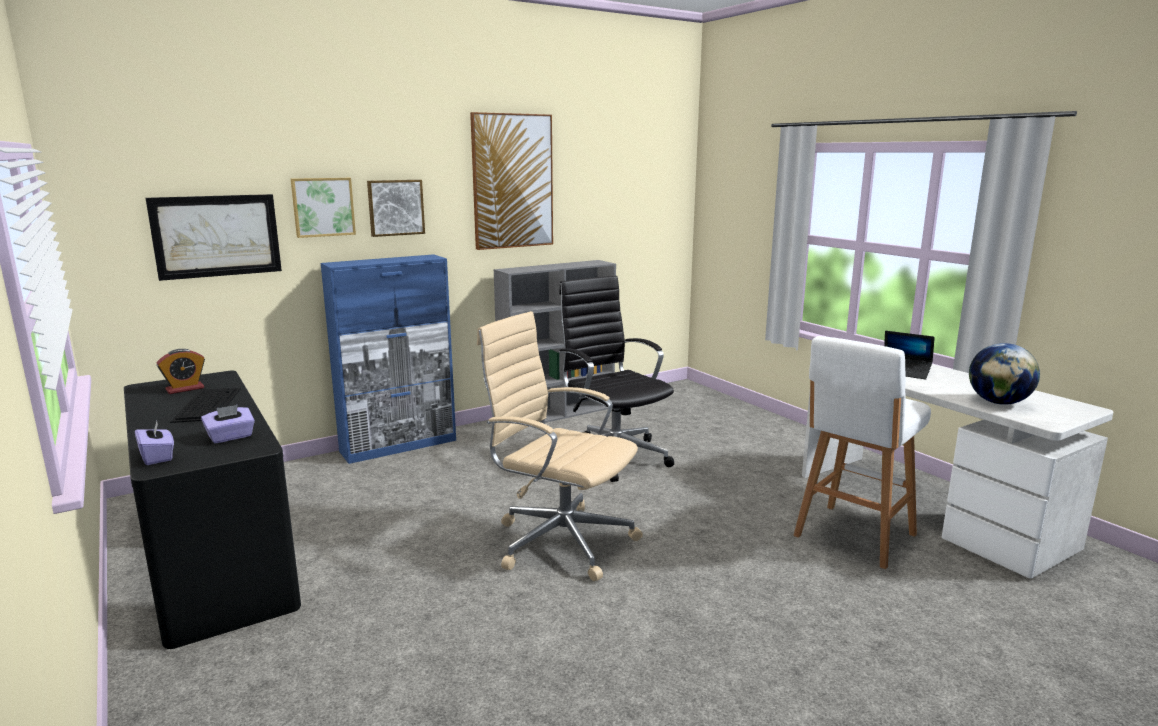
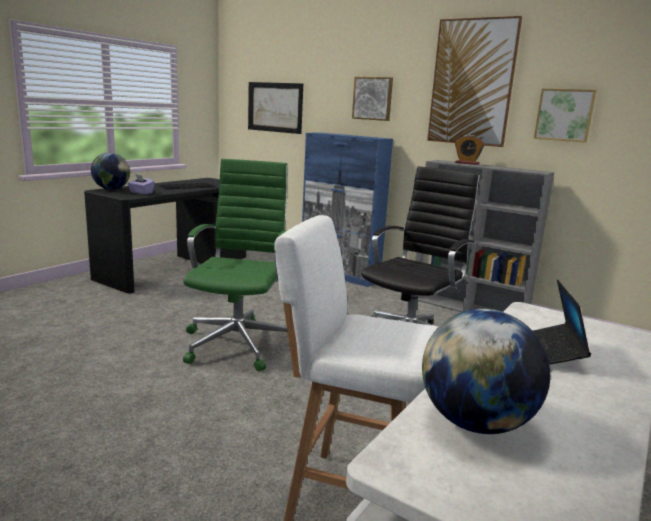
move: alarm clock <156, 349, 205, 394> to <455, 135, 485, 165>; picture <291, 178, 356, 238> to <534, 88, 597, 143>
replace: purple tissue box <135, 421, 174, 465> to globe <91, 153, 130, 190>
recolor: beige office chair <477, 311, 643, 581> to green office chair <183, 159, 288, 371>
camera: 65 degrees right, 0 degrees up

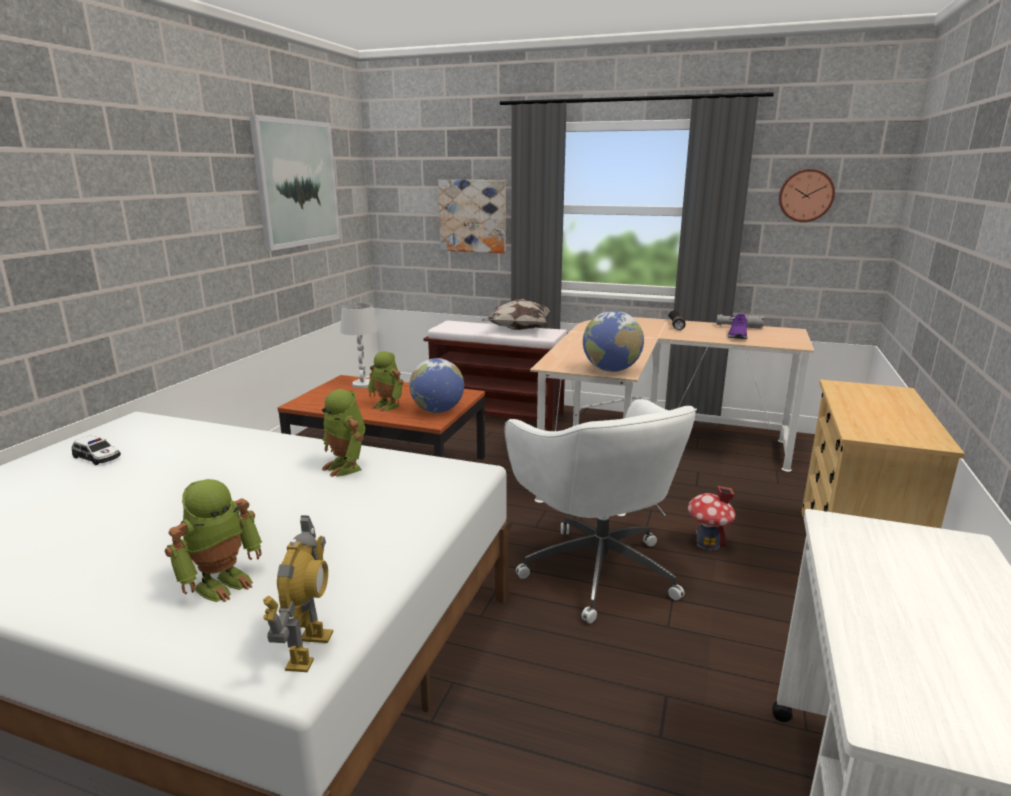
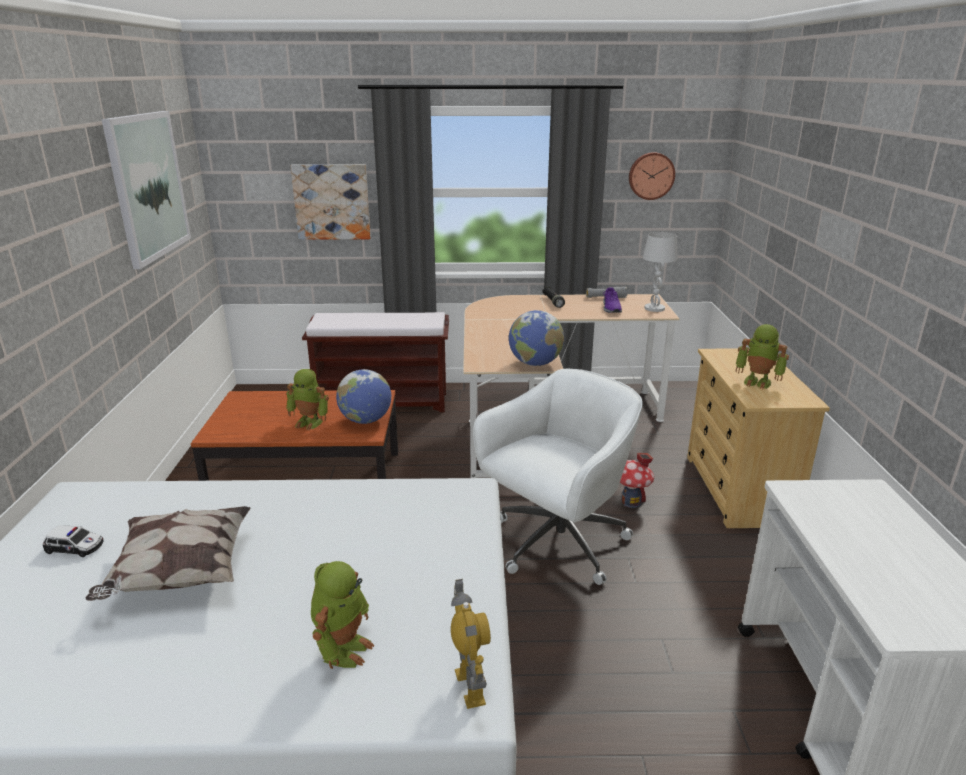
move: toy robot <322, 389, 365, 477> to <736, 324, 789, 389>; white table lamp <340, 303, 378, 388> to <643, 232, 678, 312>; pillow <482, 299, 552, 330> to <85, 506, 250, 601>
rotate: white office chair <504, 399, 697, 624> = <473, 369, 643, 585> 90 degrees counterclockwise
camera: 20 degrees left, 5 degrees up

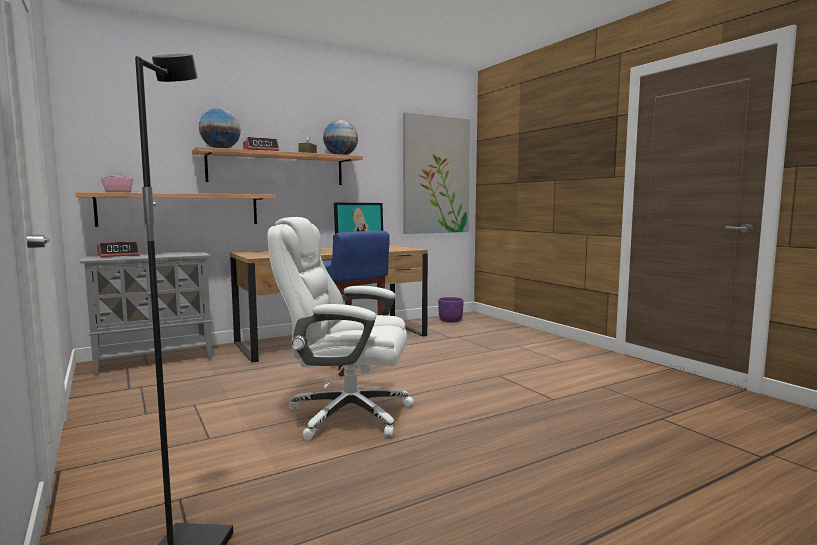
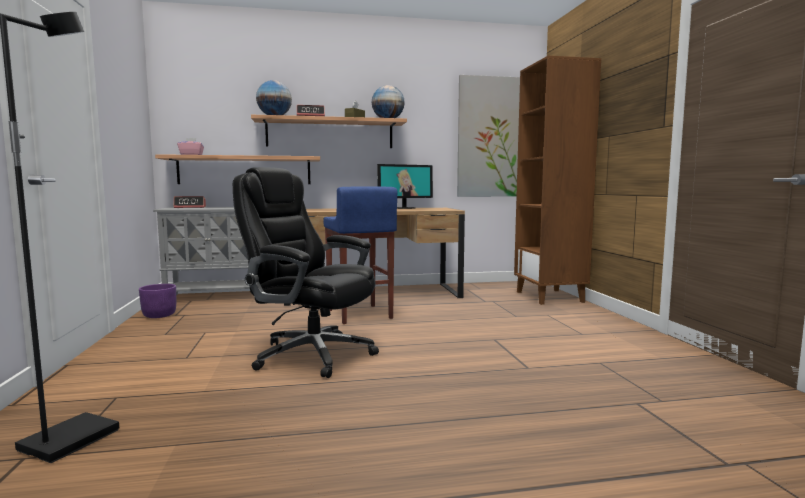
insert: brown bookcase <514, 56, 601, 305>
move: purple planter <438, 297, 464, 323> to <139, 284, 176, 318>
recolor: white office chair <268, 217, 414, 441> to black office chair <233, 167, 379, 378>
camera: 20 degrees right, 0 degrees up

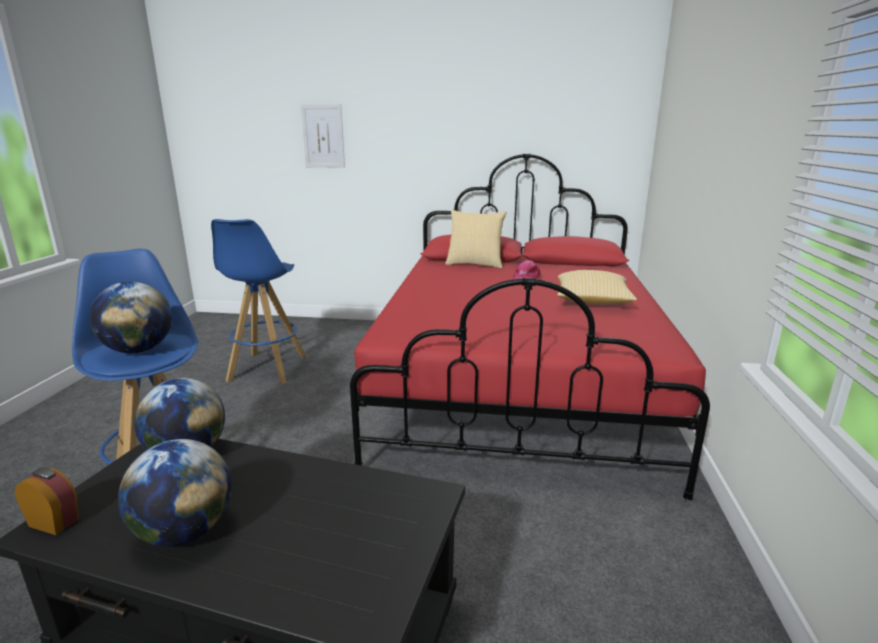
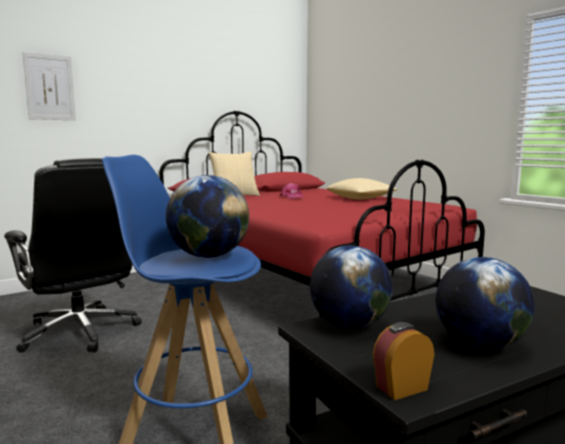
replace: blue stool <211, 219, 306, 384> to black office chair <4, 158, 142, 353>
camera: 45 degrees left, 10 degrees down

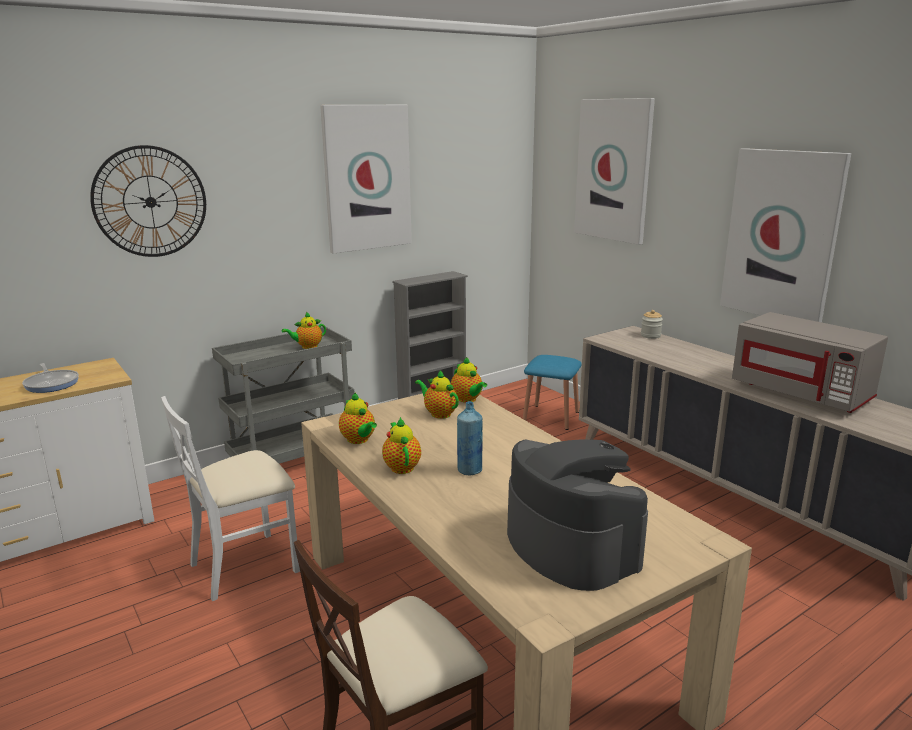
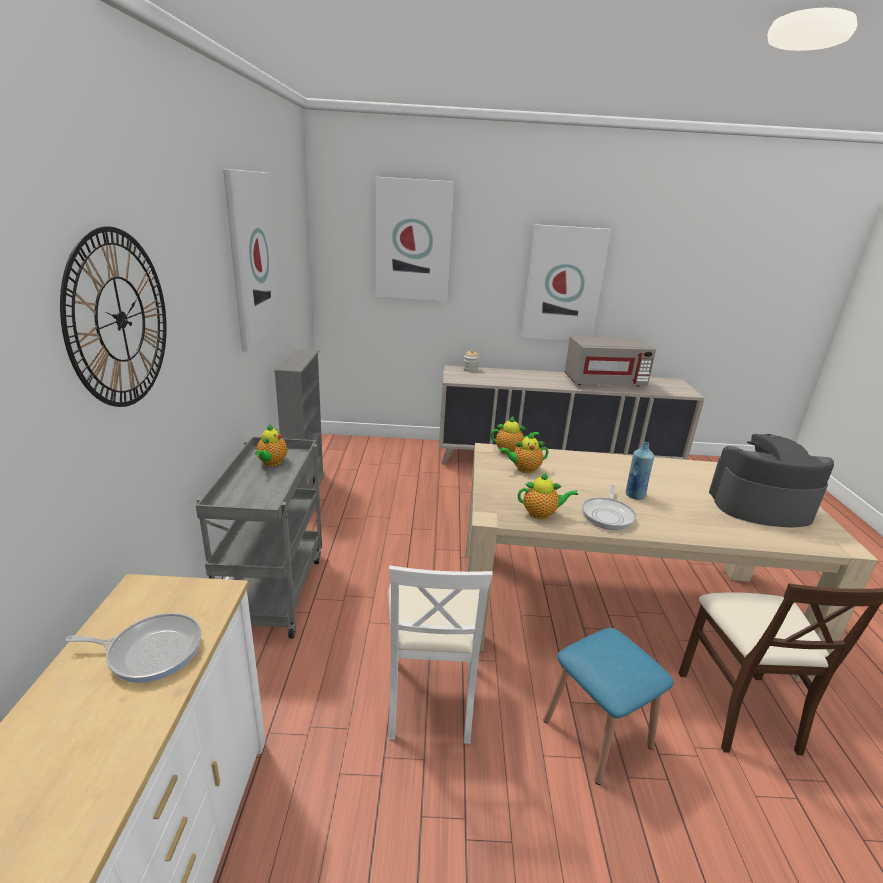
move: blue stool <523, 355, 582, 430> to <544, 628, 674, 785>
replace: teapot <382, 417, 421, 474> to frying pan <582, 485, 636, 530>
camera: 55 degrees left, 5 degrees up

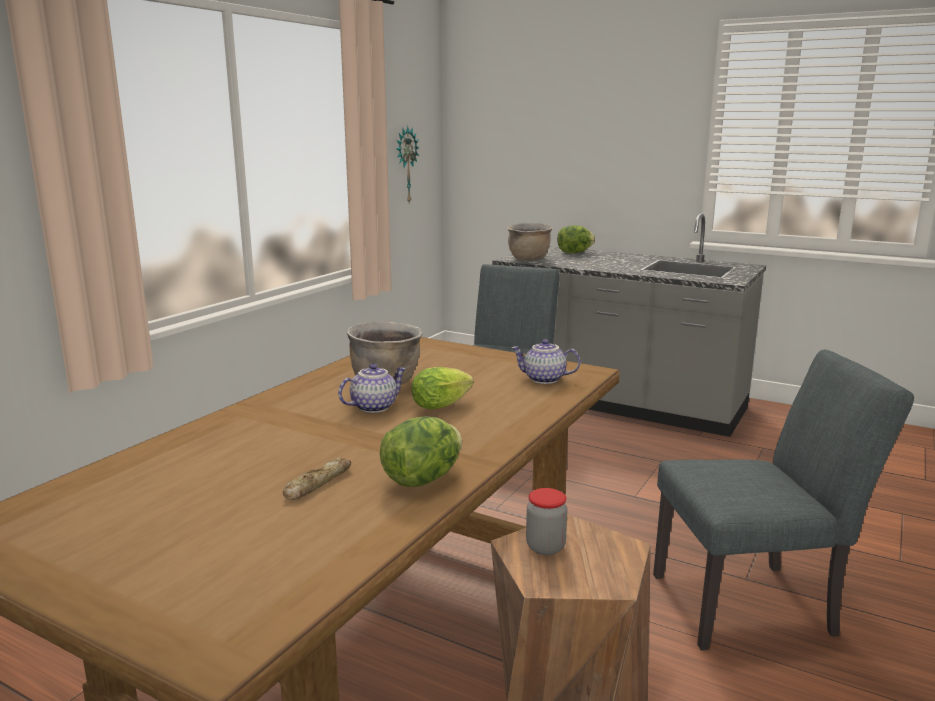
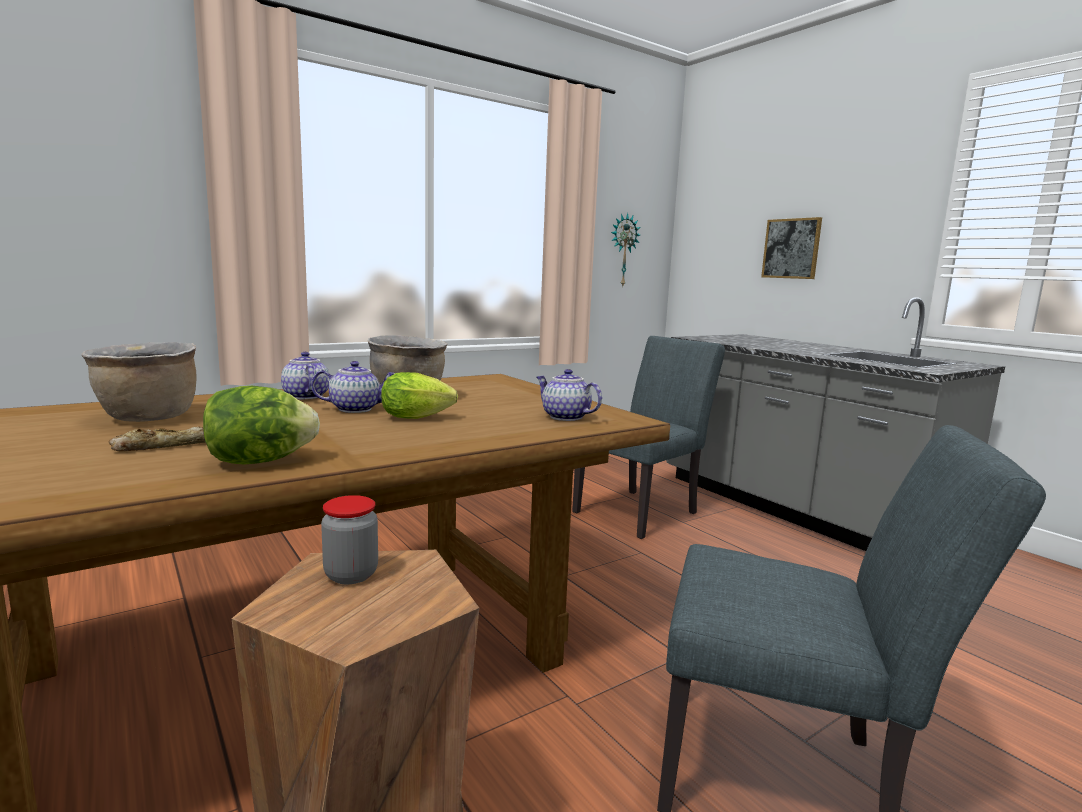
delete: lettuce <557, 225, 595, 253>
insert: teapot <281, 352, 329, 399>; picture <761, 217, 822, 279>
move: brown cooking pot <507, 223, 553, 261> to <81, 342, 197, 422>
camera: 25 degrees right, 5 degrees down

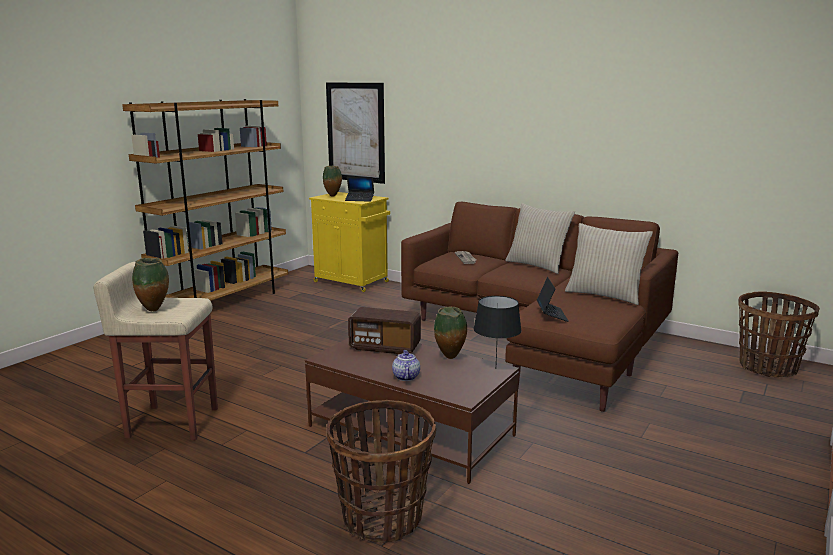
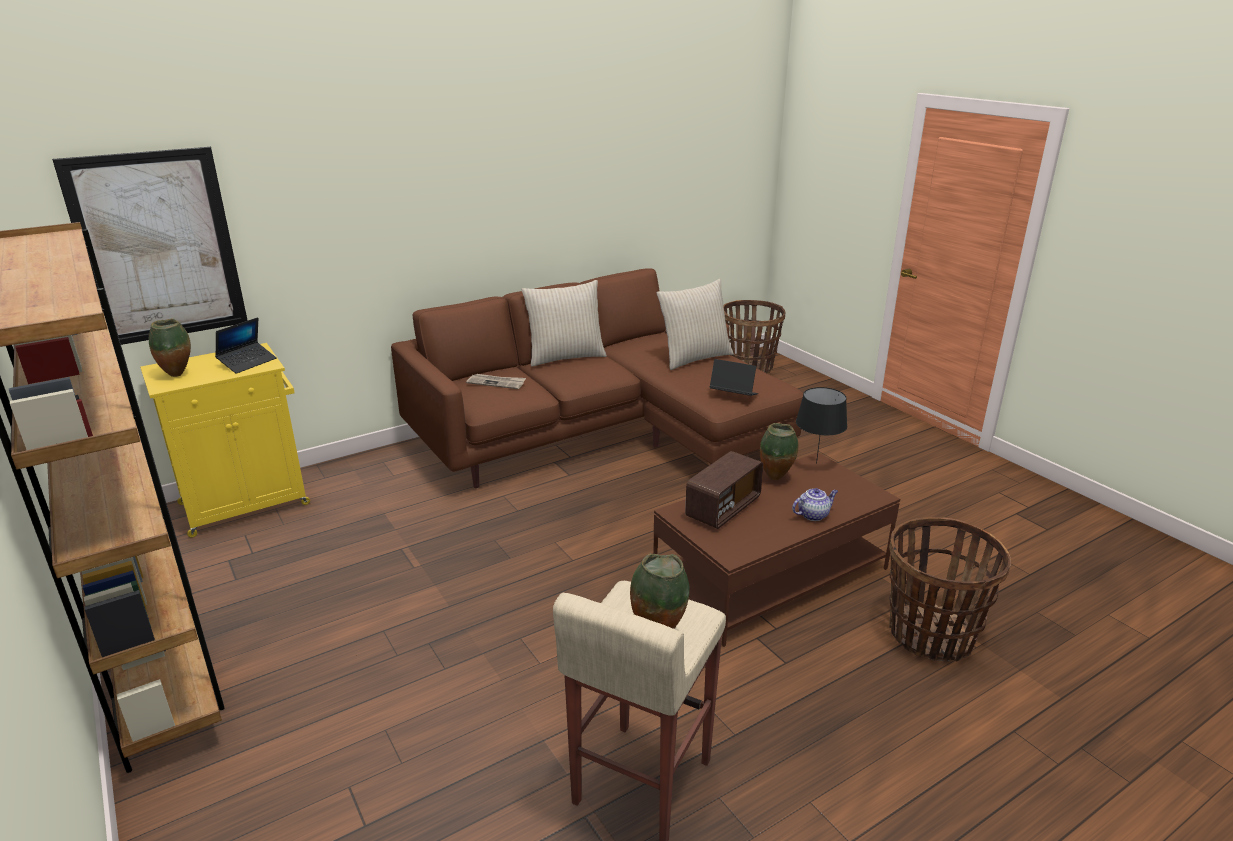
rotate: teapot <392, 350, 420, 381> = <792, 488, 838, 521> 135 degrees clockwise
camera: 65 degrees left, 10 degrees up

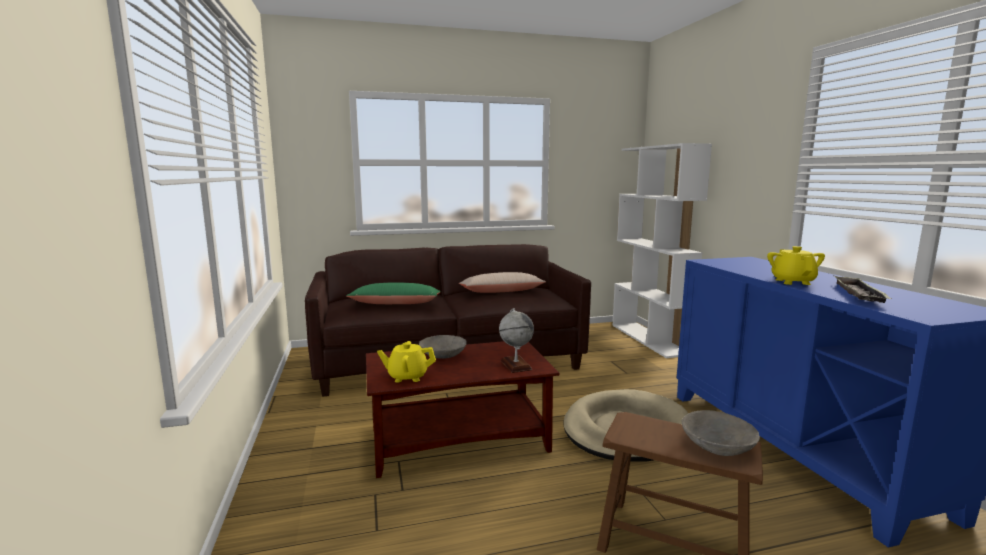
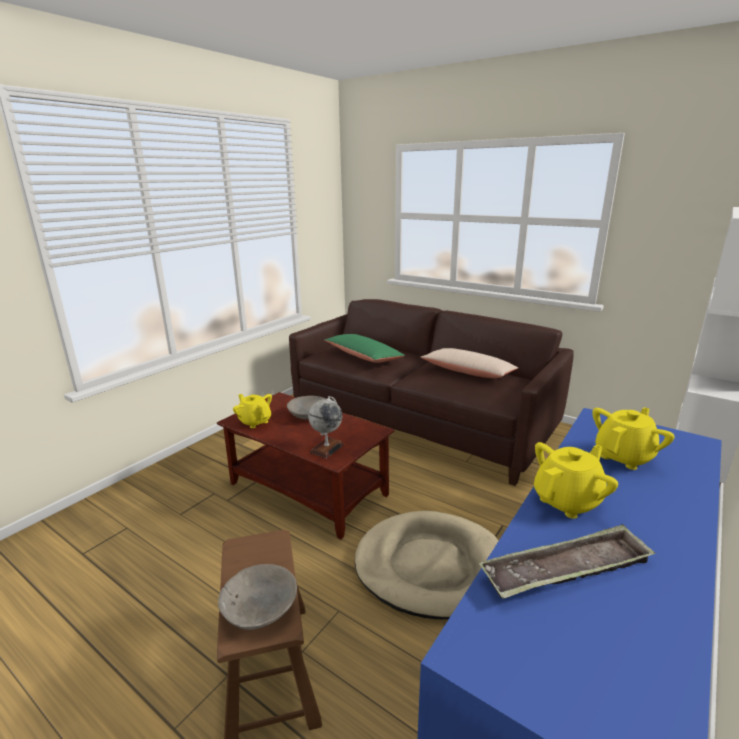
insert: yellow teapot <592, 407, 675, 470>
camera: 50 degrees right, 10 degrees up

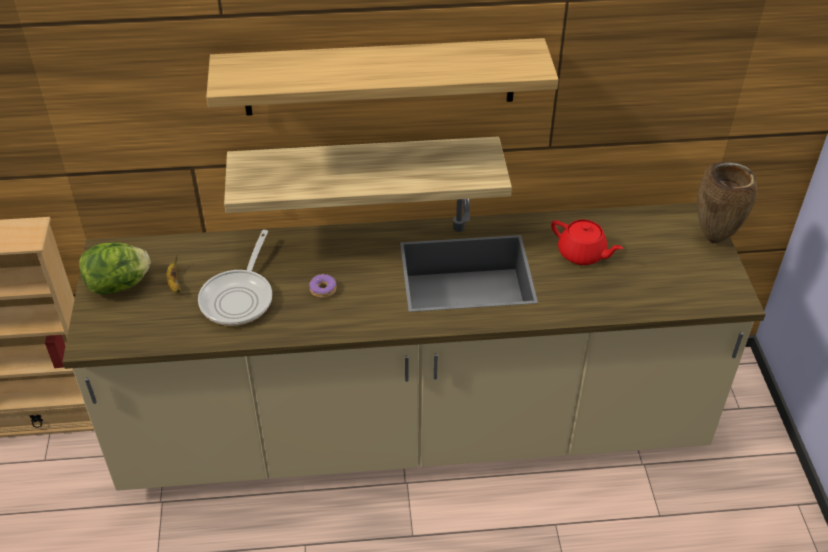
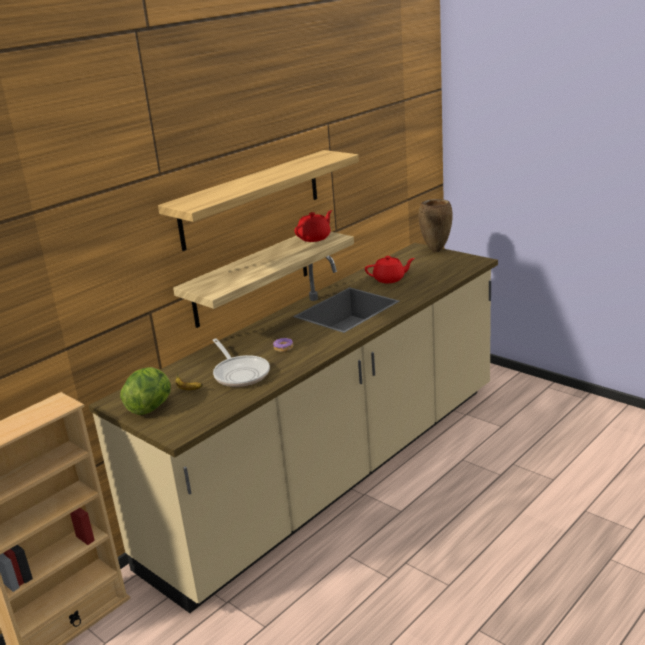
insert: red teapot <294, 210, 332, 242>
camera: 40 degrees left, 20 degrees down

